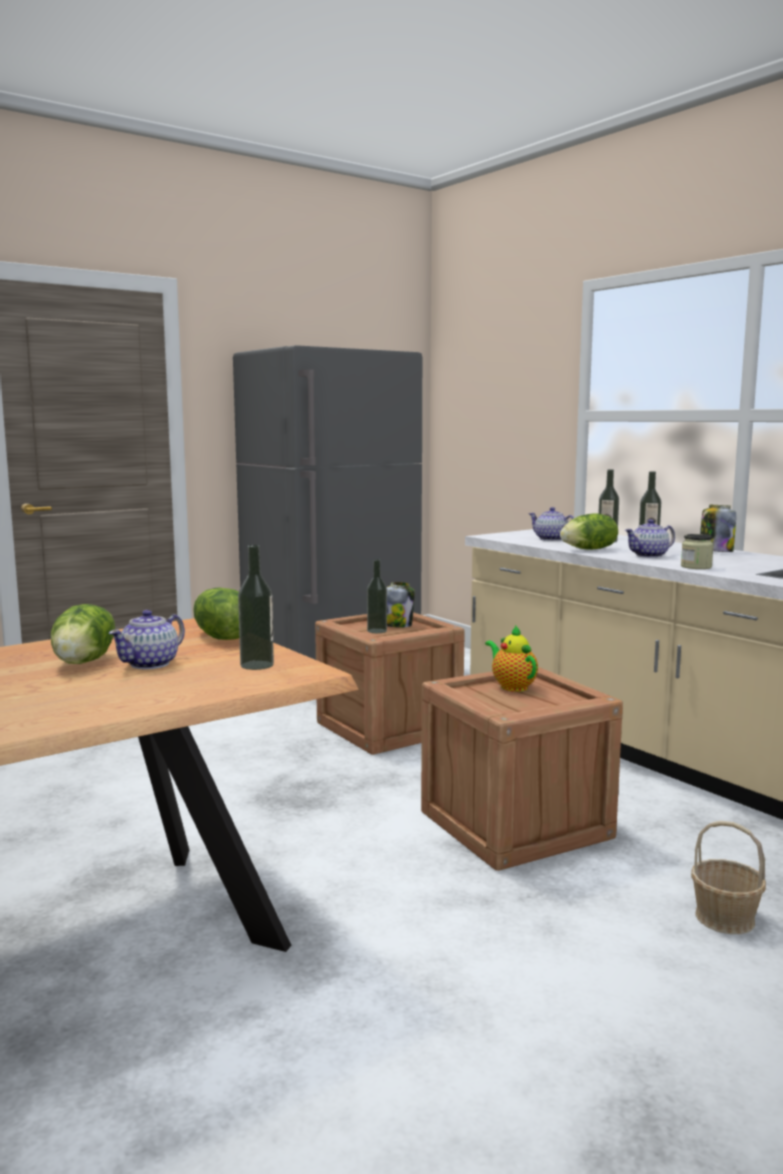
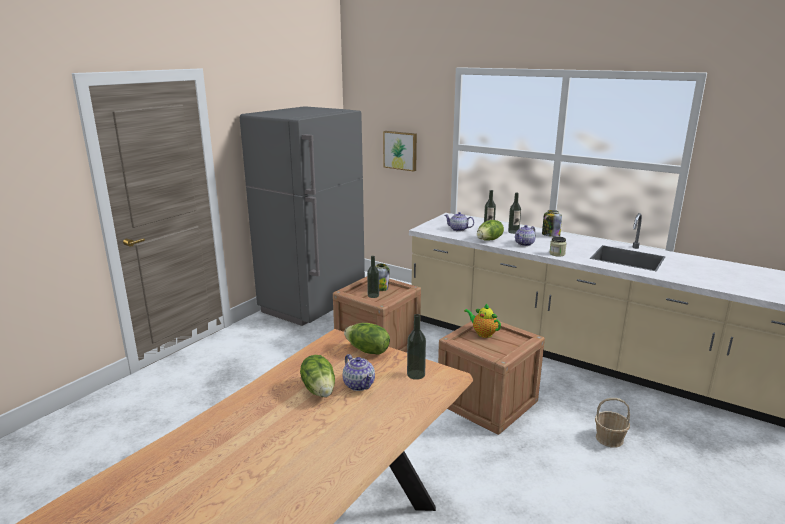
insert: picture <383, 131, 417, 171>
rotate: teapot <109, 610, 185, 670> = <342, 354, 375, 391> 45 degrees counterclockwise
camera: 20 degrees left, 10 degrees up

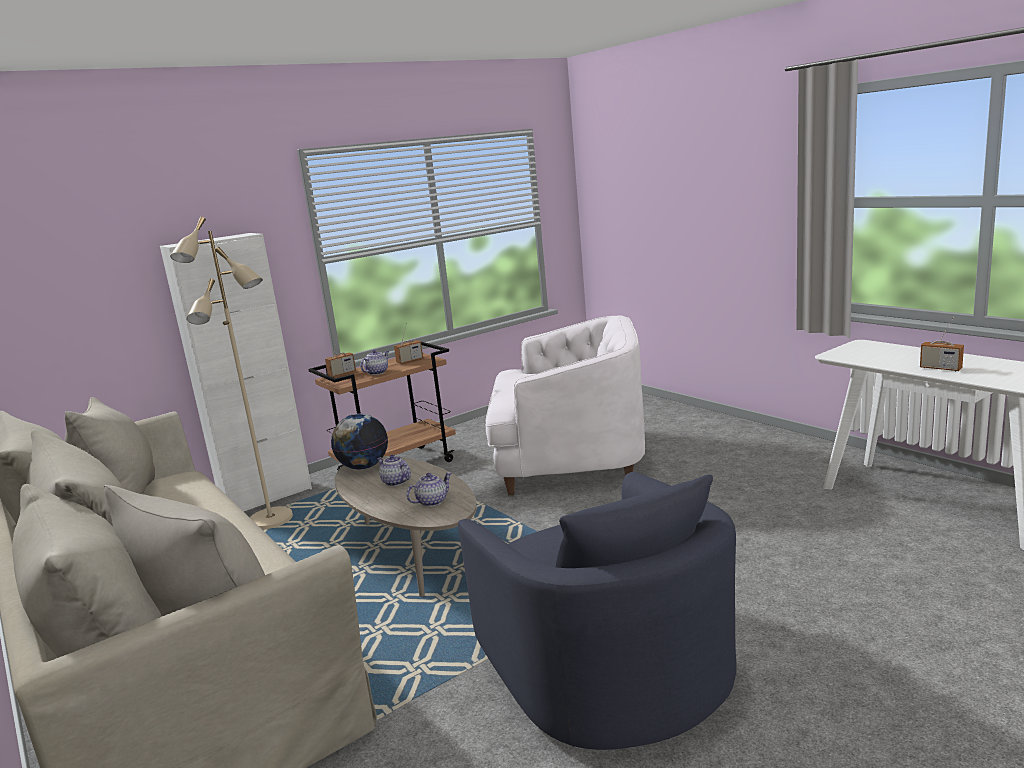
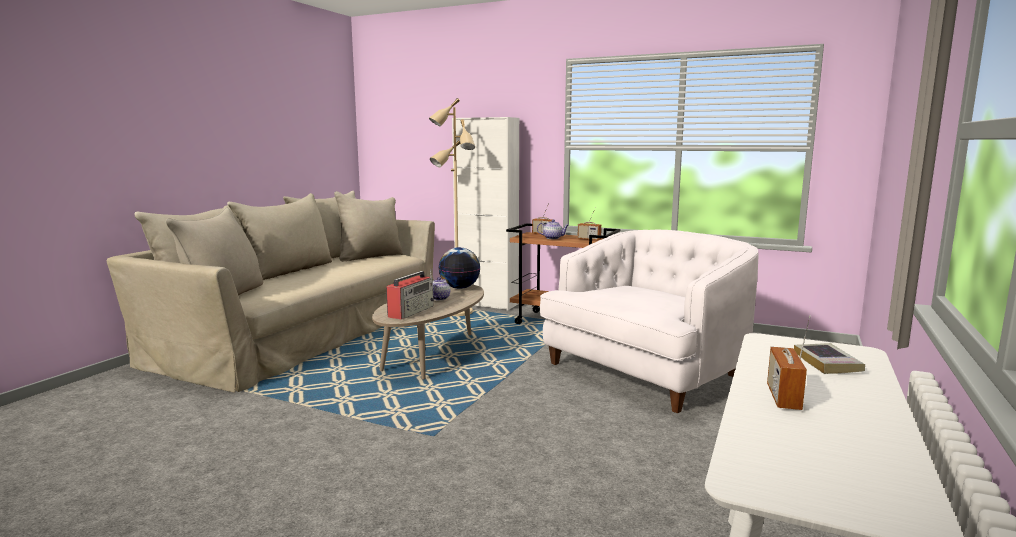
delete: blue armchair <458, 472, 737, 750>
insert: book <794, 343, 865, 374>
replace: teapot <406, 472, 452, 507> to radio <386, 269, 434, 320>
rotate: white armchair <486, 316, 645, 495> = <540, 230, 759, 413> 105 degrees counterclockwise
camera: 60 degrees right, 5 degrees down

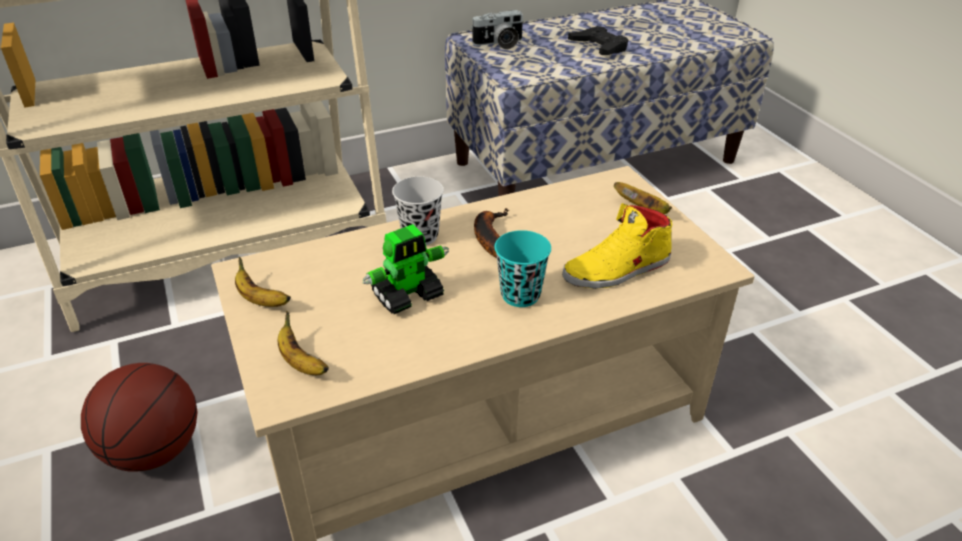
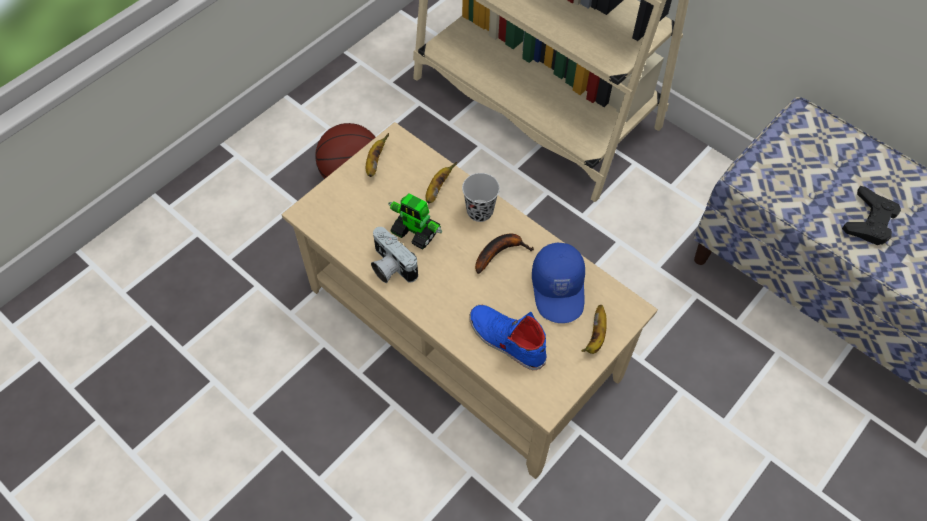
delete: turquoise cup <494, 230, 551, 307>
insert: blue cap <532, 243, 585, 323>
move: banana <278, 311, 329, 375> to <426, 162, 457, 203>; photo camera <471, 10, 524, 49> to <371, 227, 418, 283>
recolor: yellow shoe <562, 203, 673, 289> to blue shoe <469, 305, 547, 370>
camera: 65 degrees right, 20 degrees up

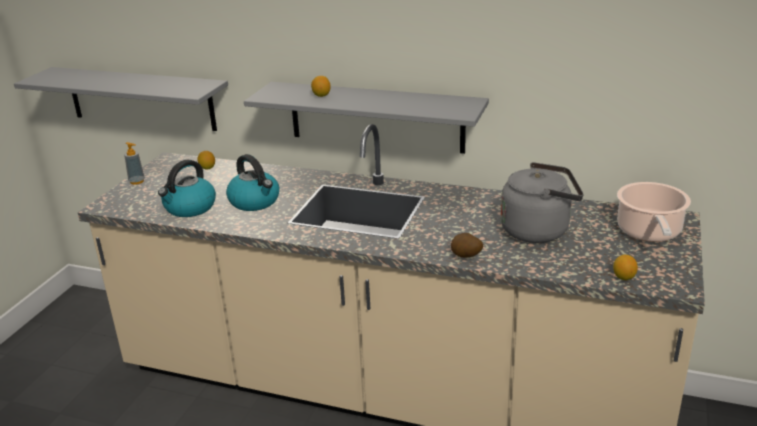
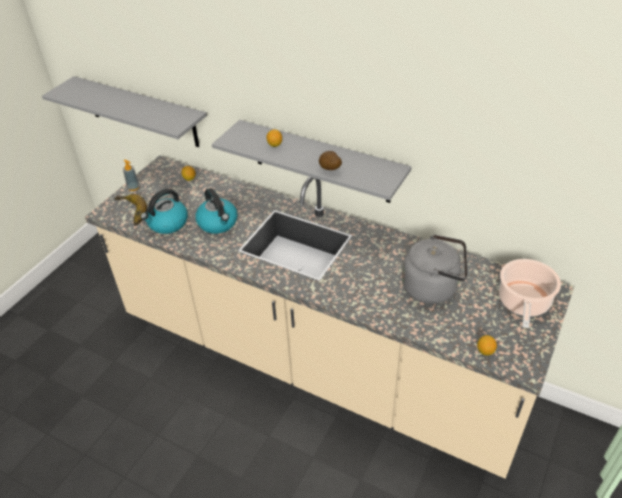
insert: banana <115, 194, 147, 225>
move: potato <451, 233, 483, 258> to <319, 151, 342, 170>
camera: 10 degrees right, 15 degrees up

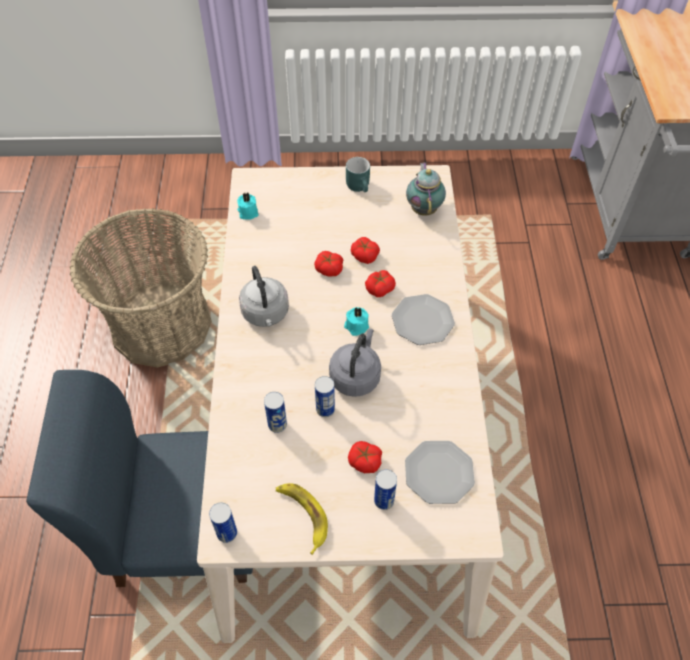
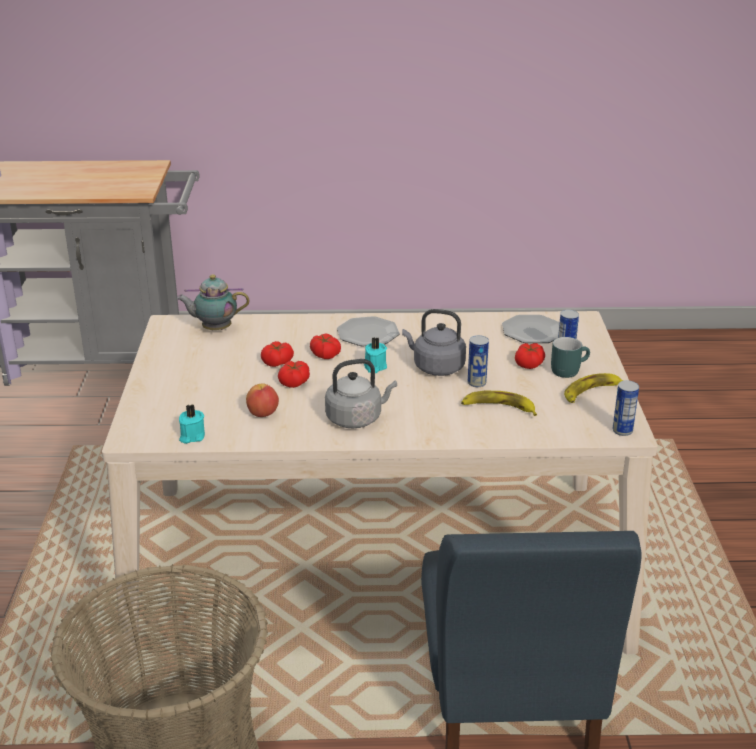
insert: apple <246, 383, 279, 417>
move: turquoise mug <346, 157, 370, 192> to <551, 337, 590, 378>
replace: can <264, 392, 287, 433> to banana <461, 391, 537, 416>
camera: 90 degrees left, 25 degrees down

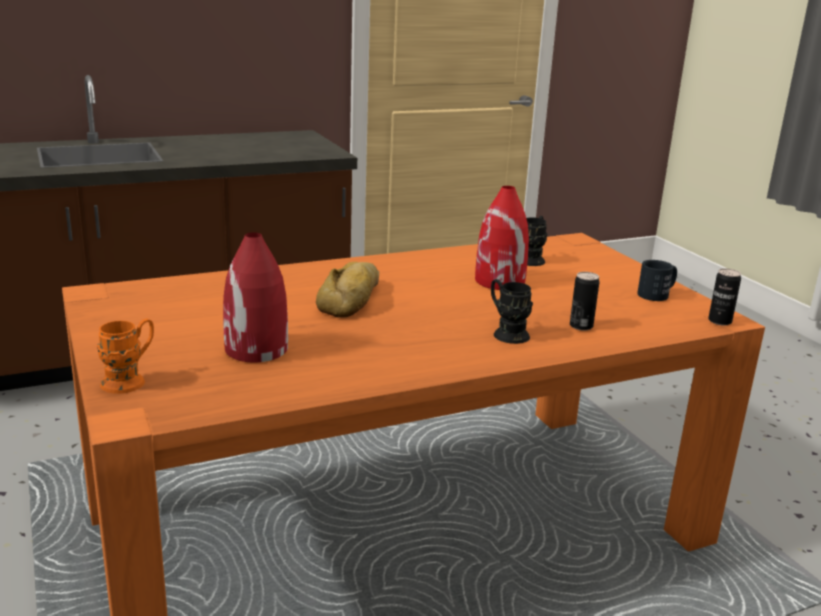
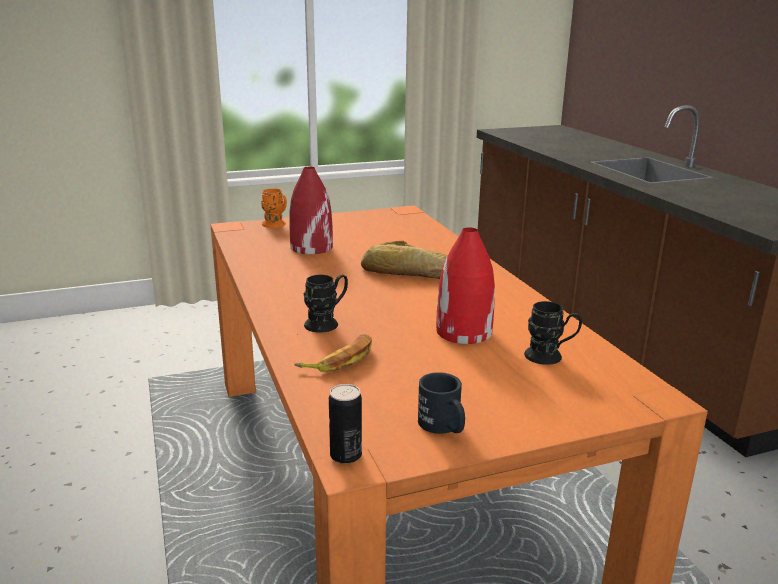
replace: can <570, 272, 600, 330> to banana <294, 334, 372, 372>
camera: 95 degrees right, 0 degrees up

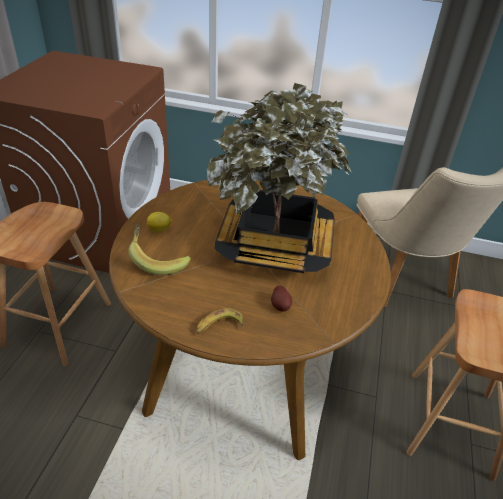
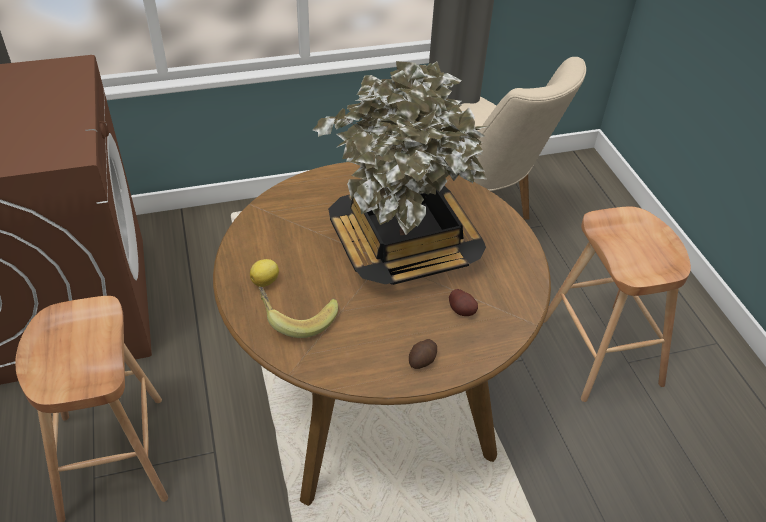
replace: banana <196, 308, 243, 334> to potato <409, 339, 437, 369>
camera: 30 degrees left, 5 degrees up

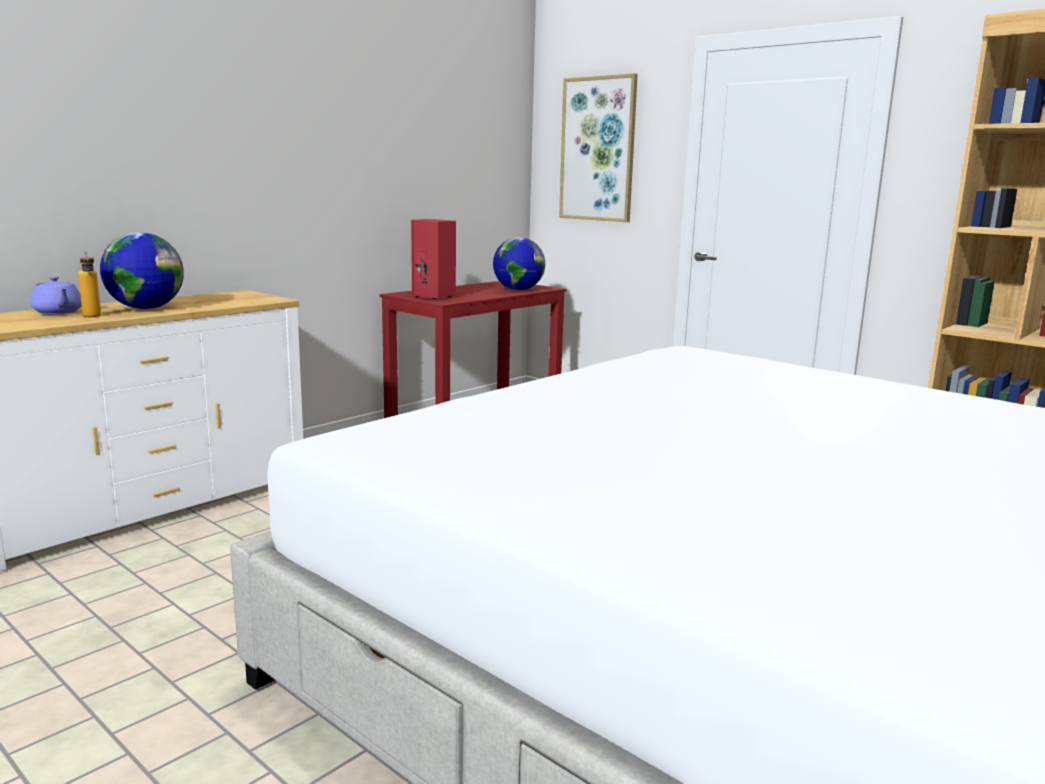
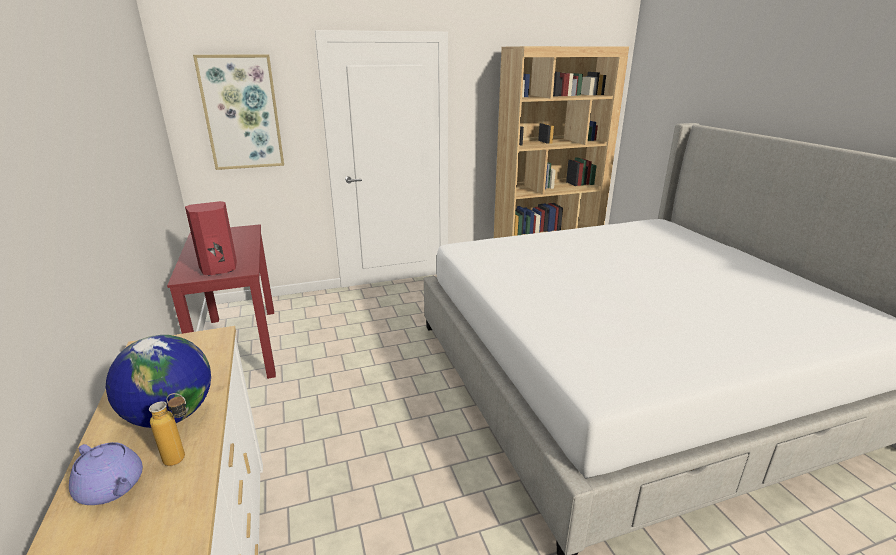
delete: globe <493, 237, 545, 290>
rotate: purple teapot <30, 276, 82, 314> = <69, 442, 143, 505> 45 degrees clockwise
camera: 60 degrees left, 10 degrees up

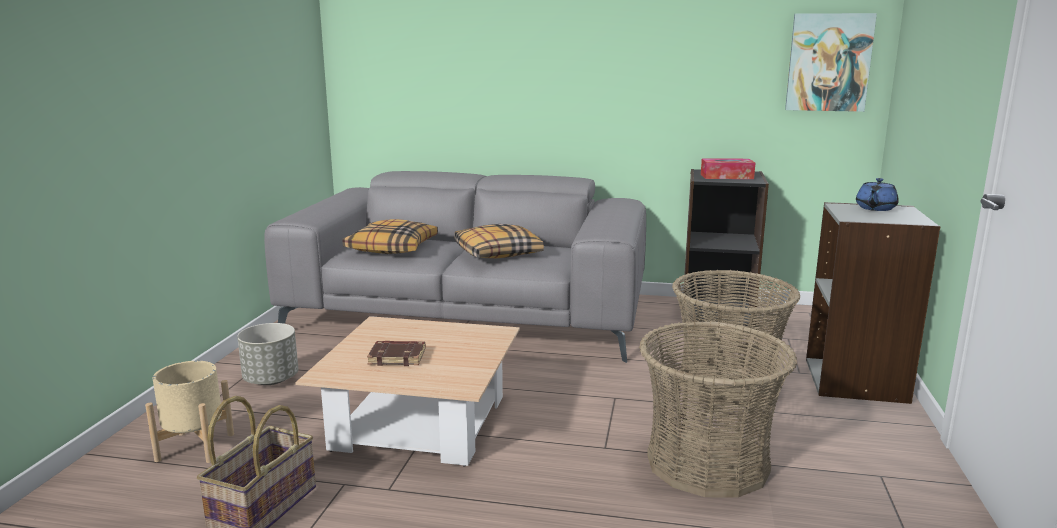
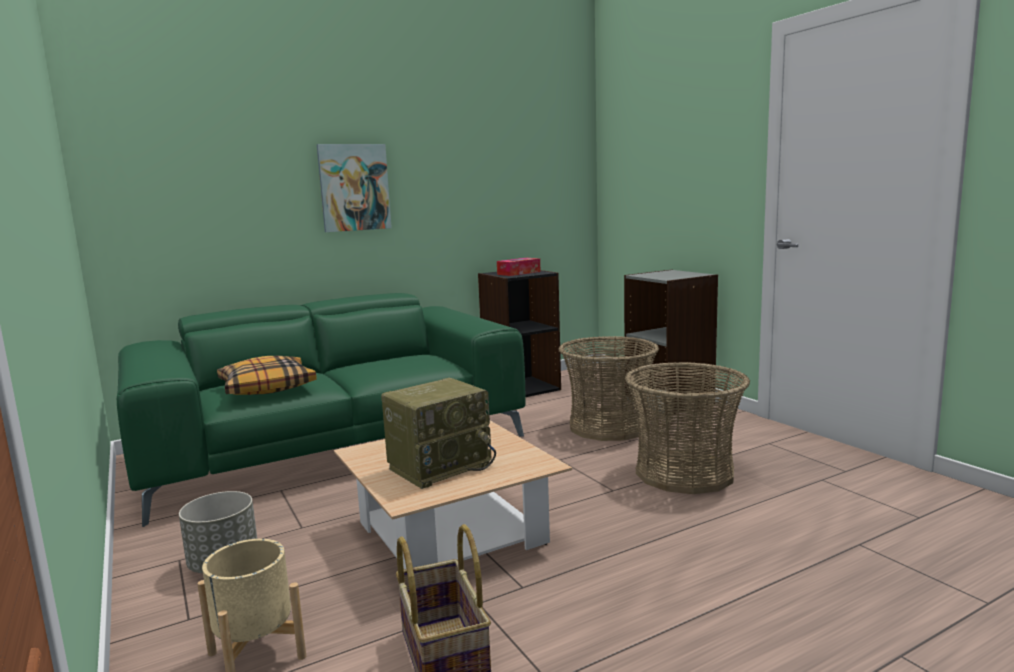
delete: pillow <455, 224, 544, 258>; blue teapot <856, 178, 899, 211>
move: picture <785, 13, 877, 112> to <317, 144, 392, 232>
replace: brown book <367, 341, 425, 366> to radio <381, 378, 496, 489>
recolor: grey sofa <264, 171, 646, 363> to green sofa <117, 293, 526, 527>
camera: 40 degrees left, 5 degrees down

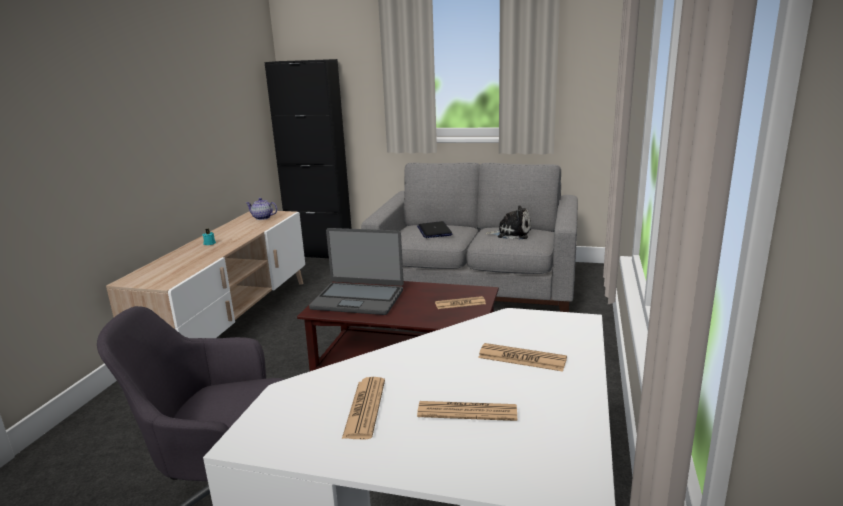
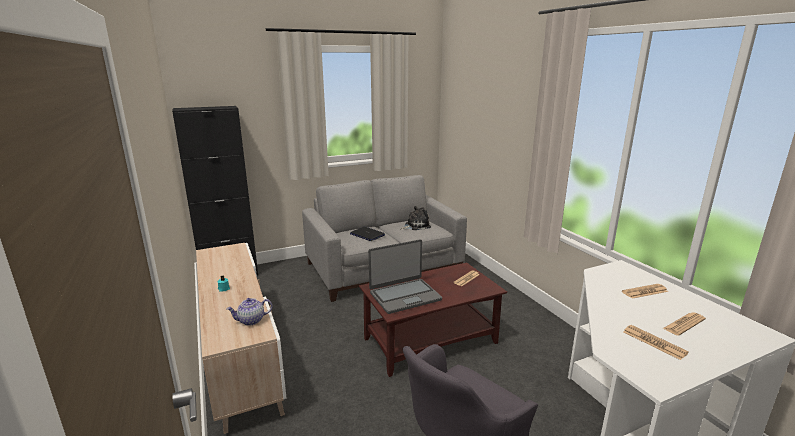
move: teapot <246, 198, 277, 220> to <226, 298, 273, 325>
camera: 40 degrees left, 0 degrees up

